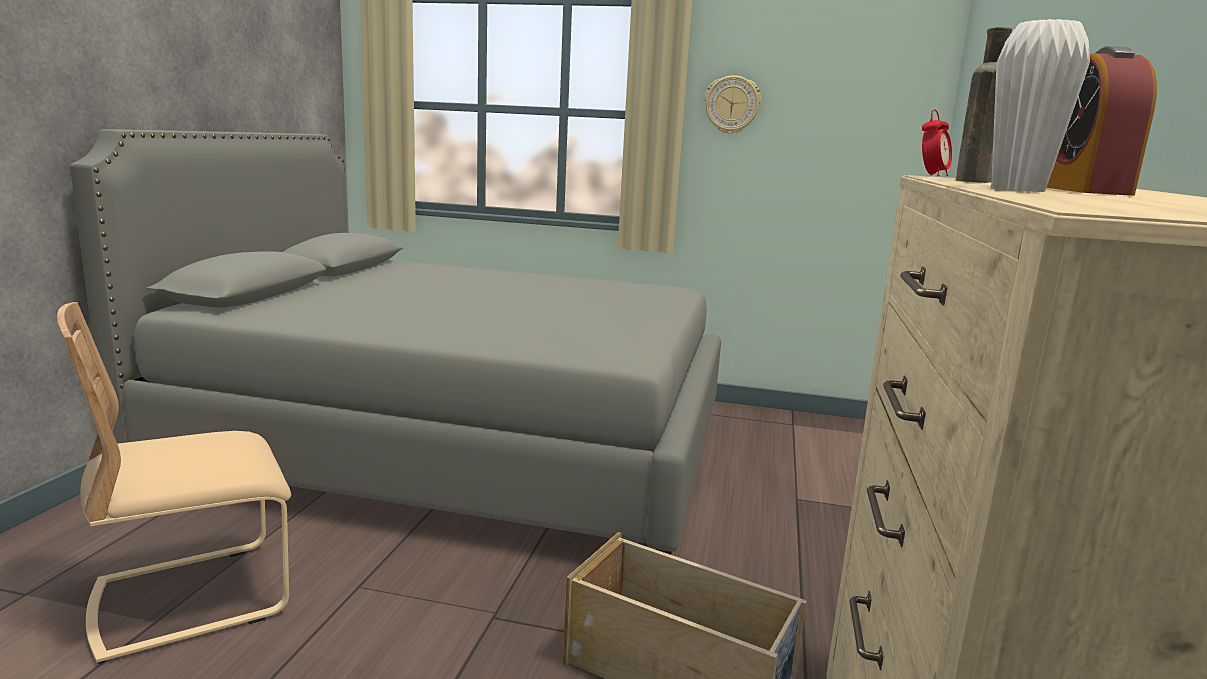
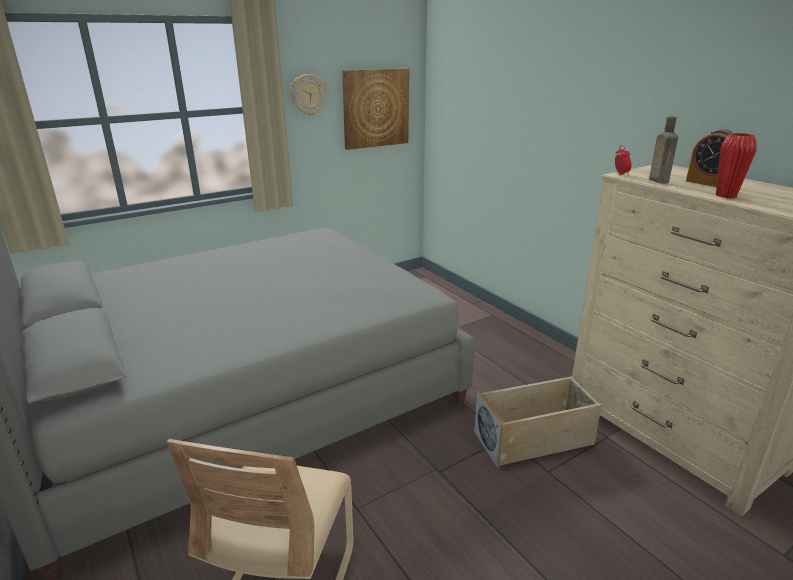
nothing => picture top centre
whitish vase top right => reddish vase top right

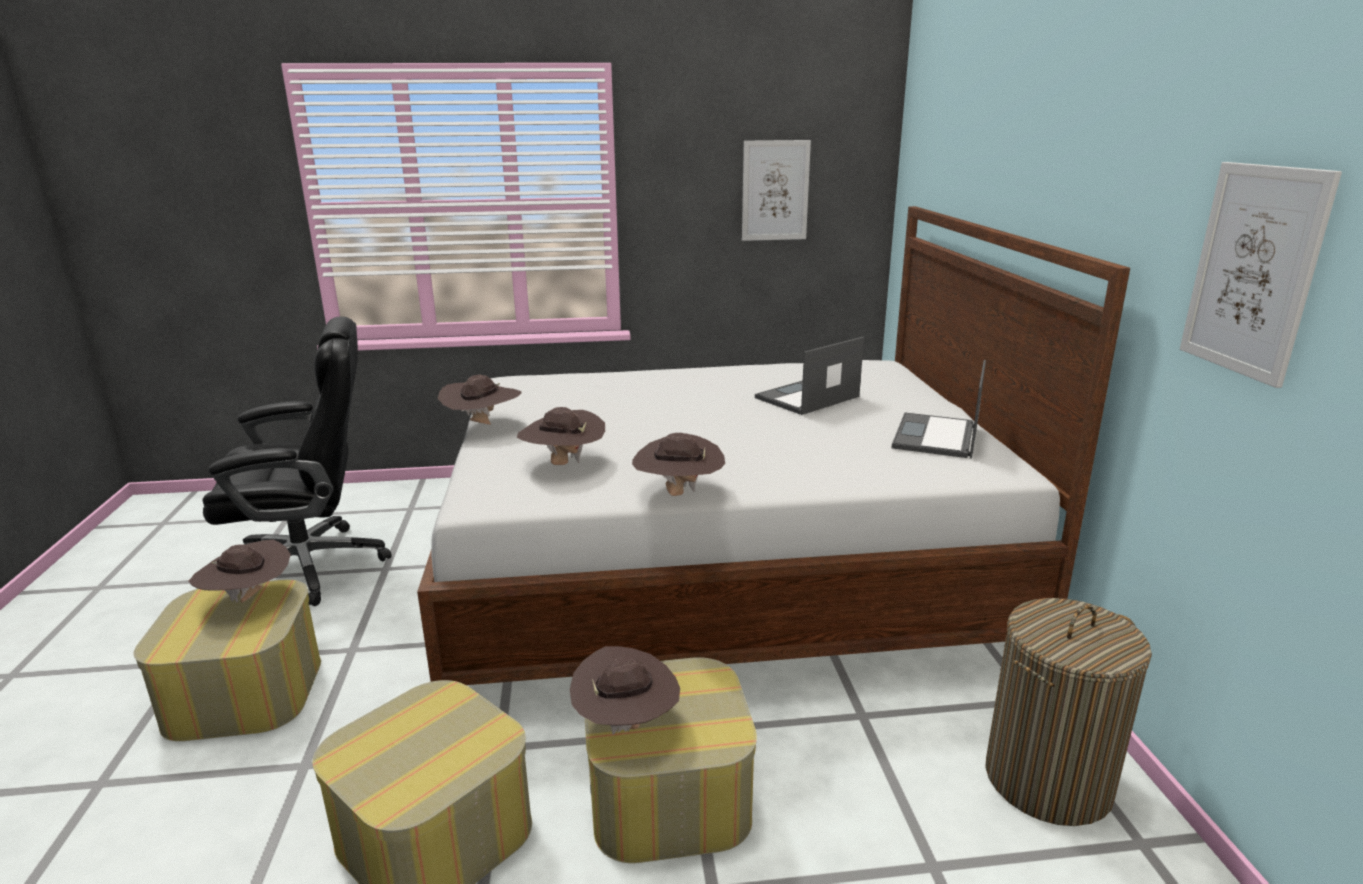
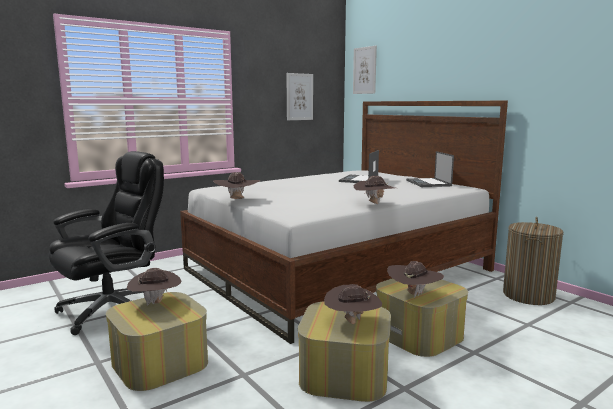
brown-coloured clothing hat (3rd from left) centre => brown-coloured clothing hat (3rd from left) bottom centre, move
picture (2nd from left) top right => picture (2nd from left) top centre, move

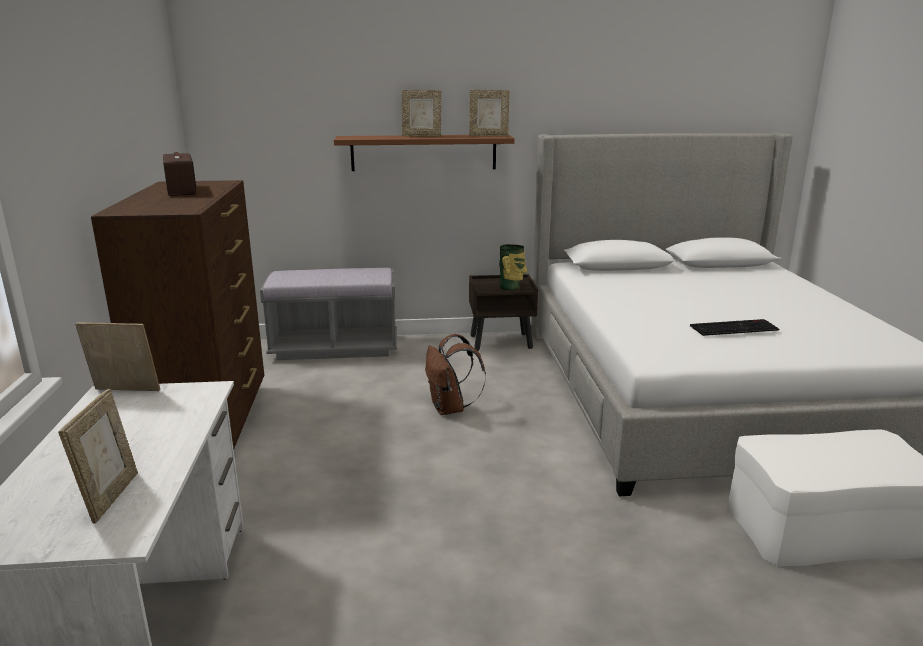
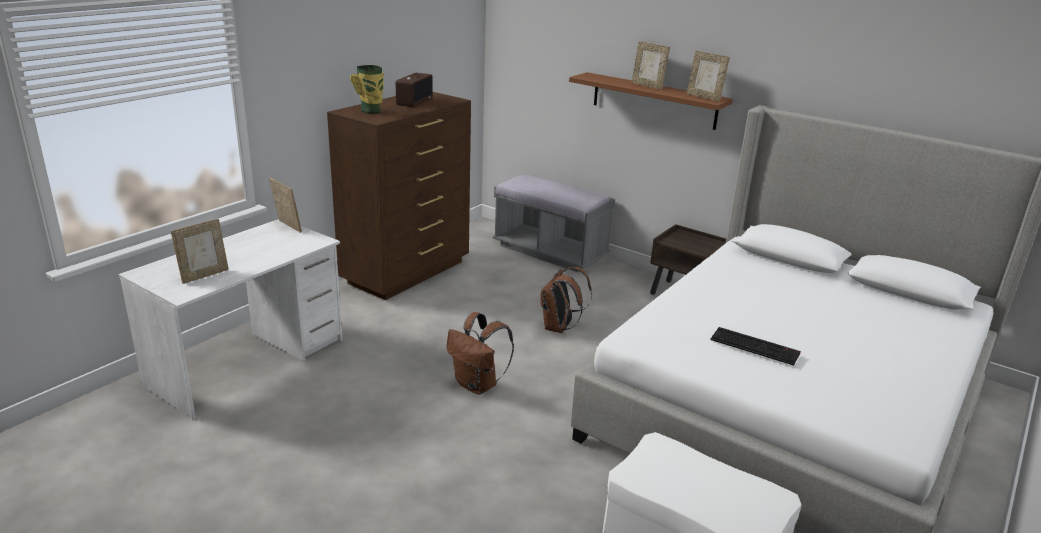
nothing => brown-coloured knapsack (1st from left) centre
vase centre => vase top centre, move

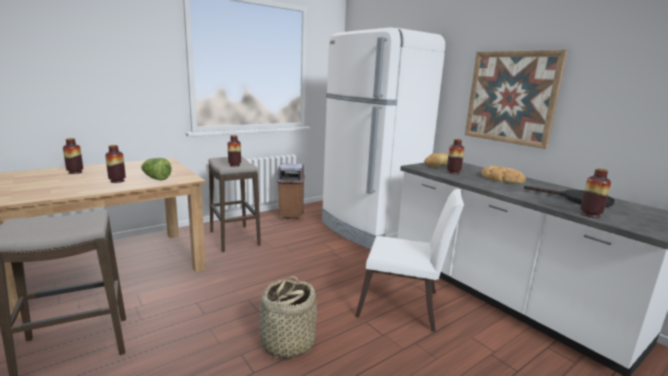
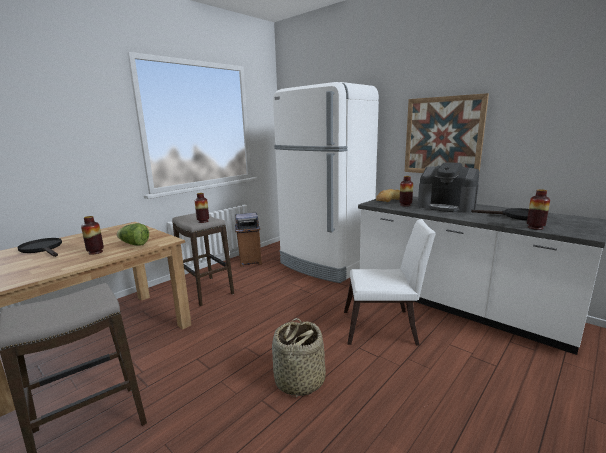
vase (1st from left) middle left => black-coloured frying pan (1st from left) middle left
bread (2nd from left) middle right => coffee maker middle right

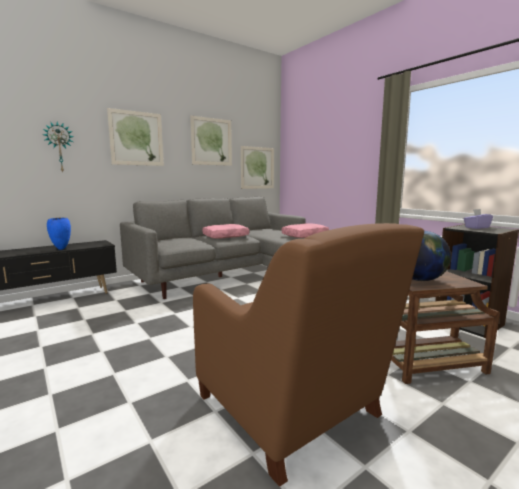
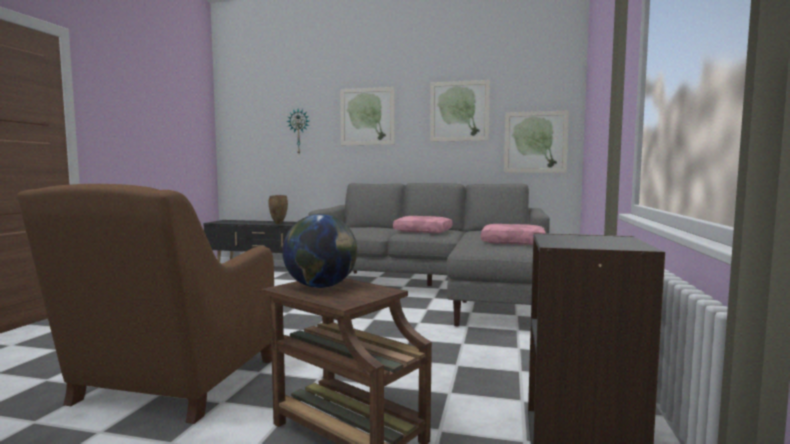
purplish tissue box middle right => nothing
bluish vase middle left => brown-coloured vase centre

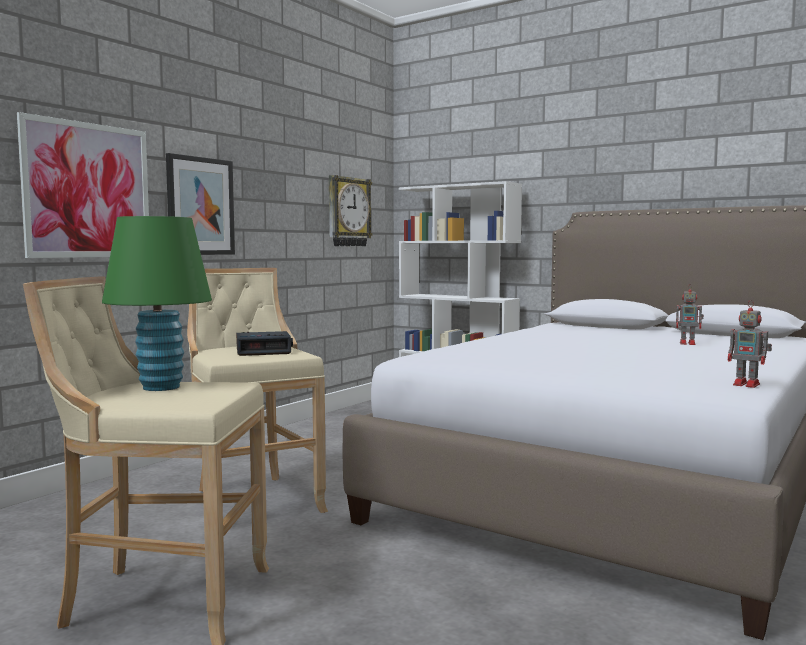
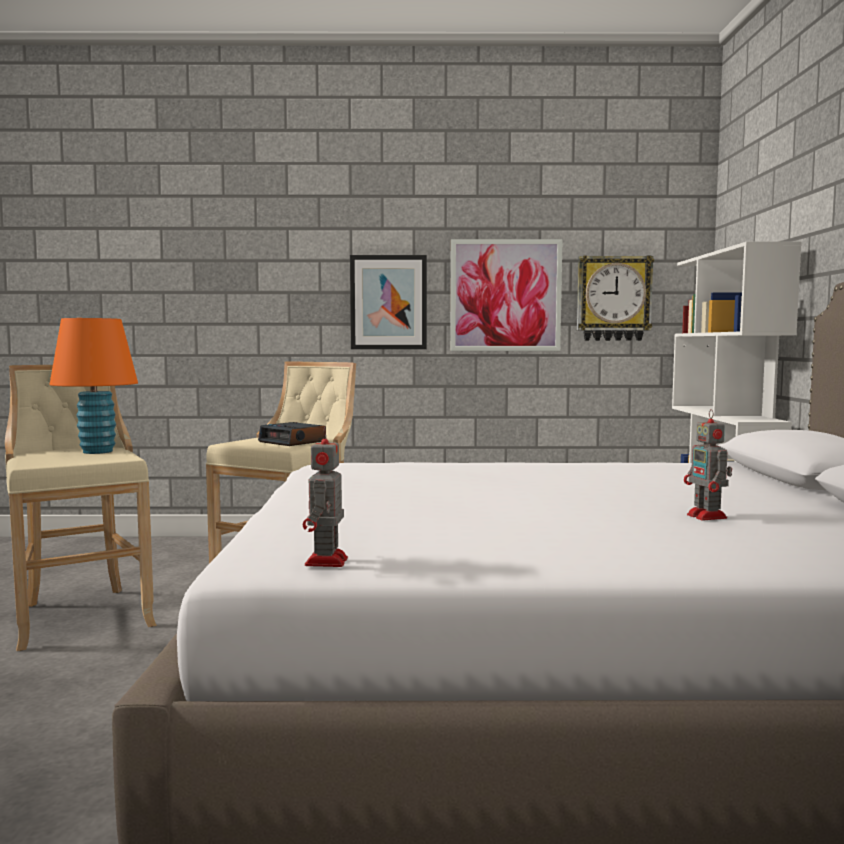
picture (1st from left in the first image) top left => picture (2nd from left) centre, move
green table lamp middle left => orange-coloured table lamp middle left

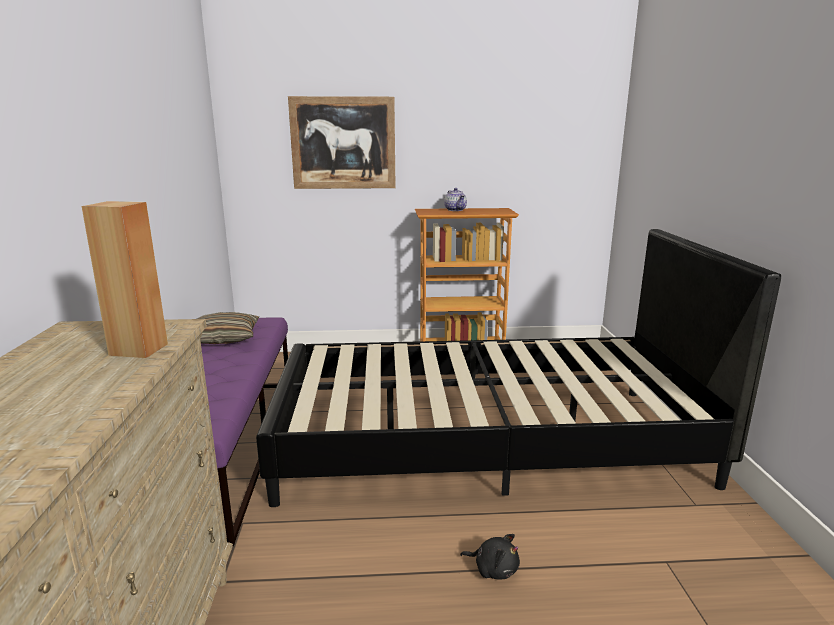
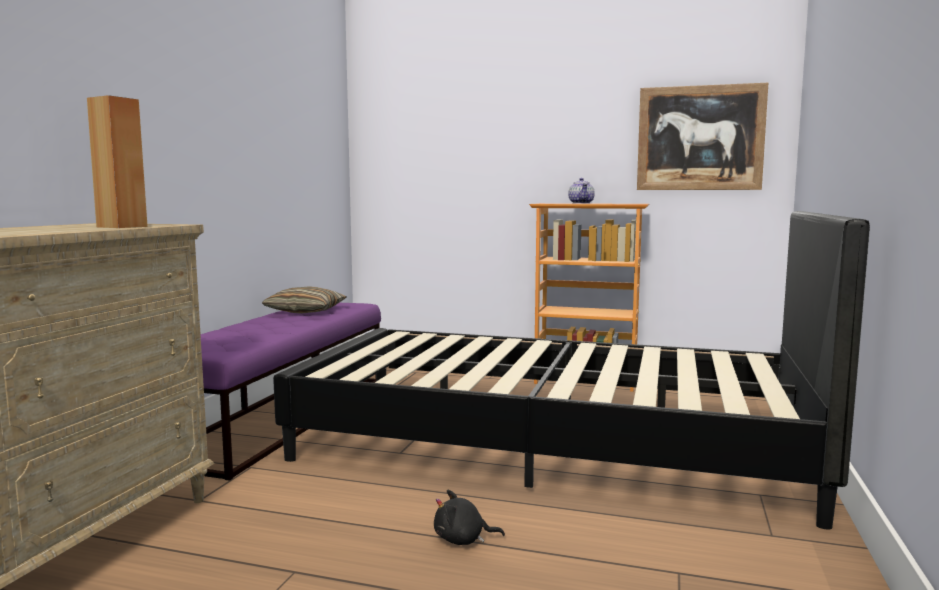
picture top centre => picture top right, move
black-coloured cuddly toy bottom centre, 135 degrees clockwise

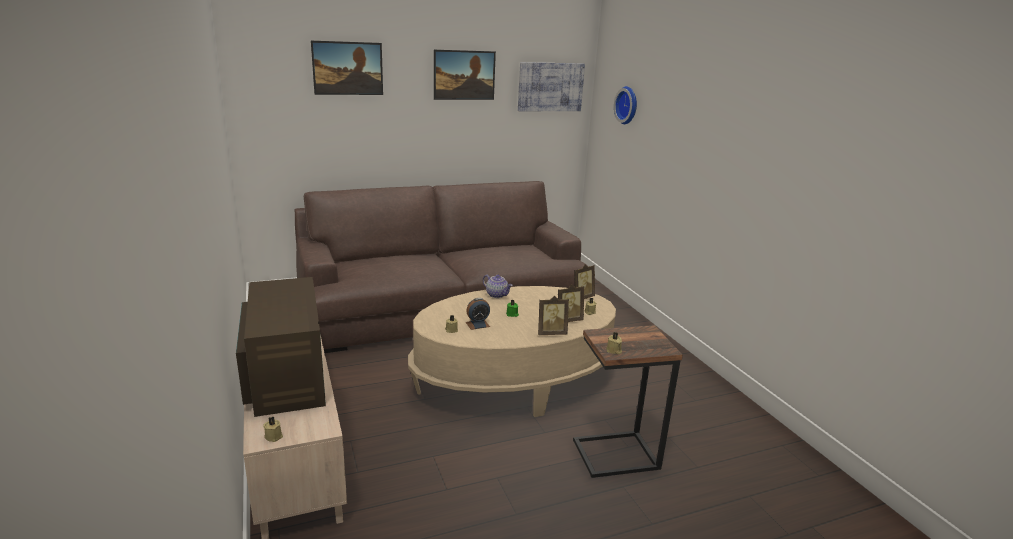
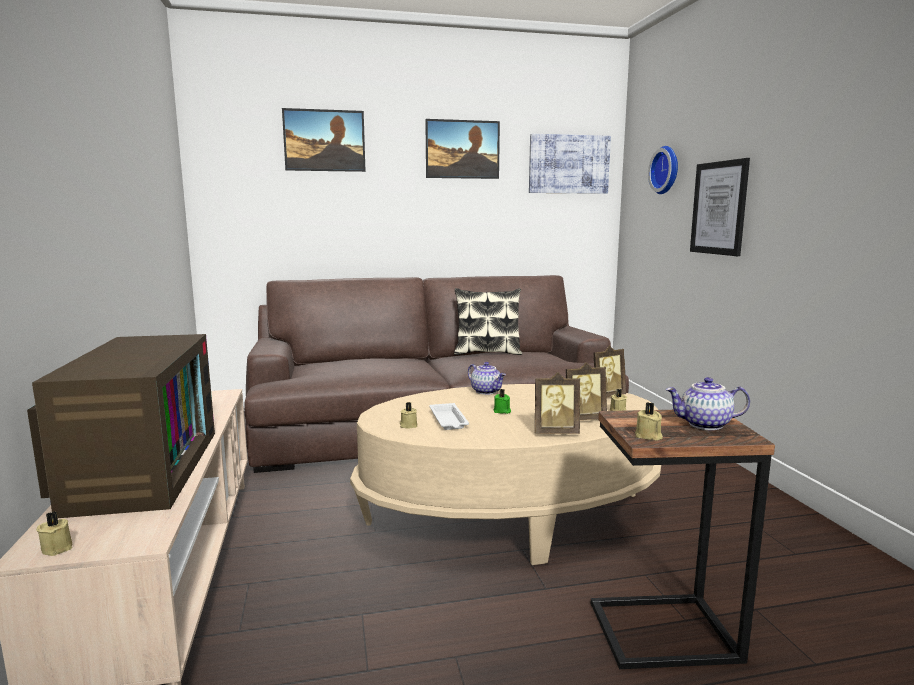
nothing => throw pillow centre
nothing => tea pot (2nd from left) middle right
nothing => picture (4th from left) top right
bedside clock centre => whitish serving tray centre

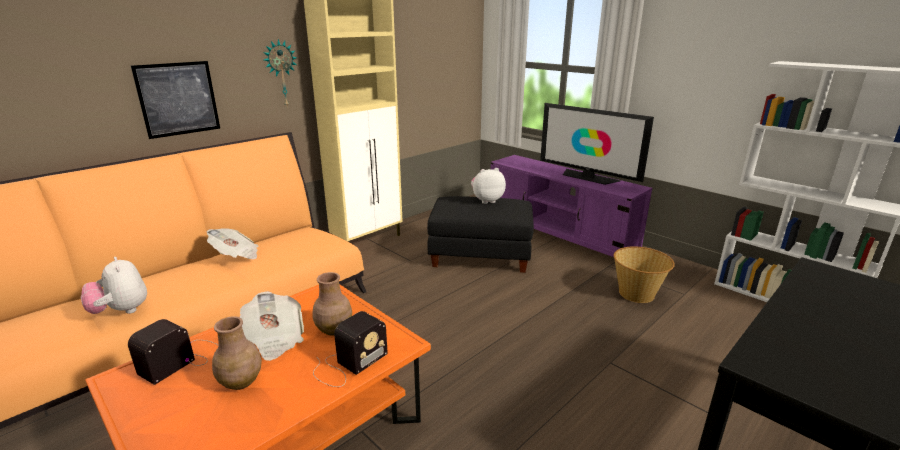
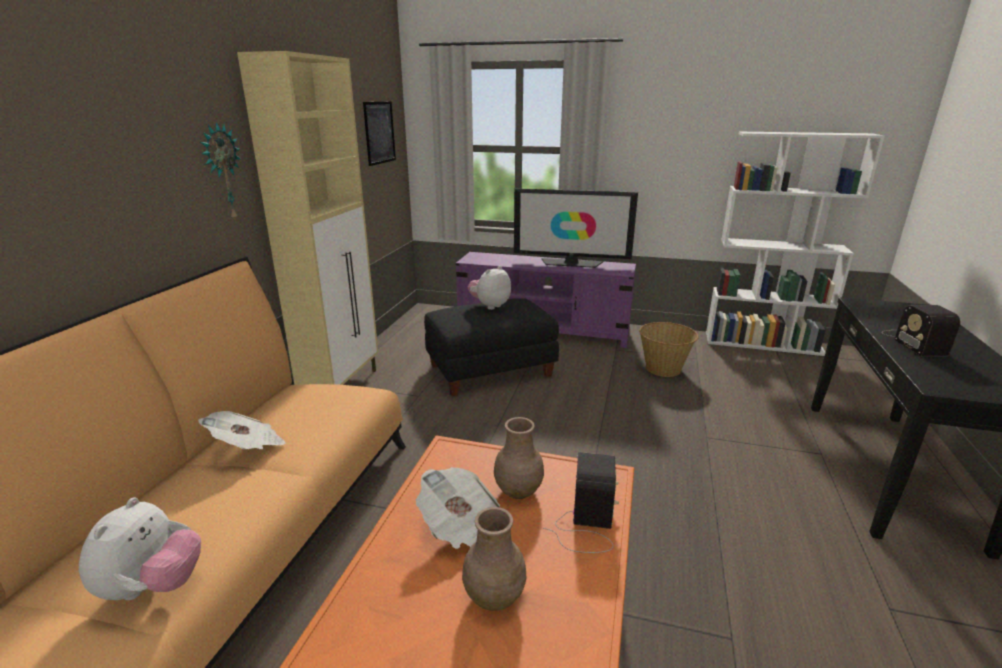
radio receiver (1st from left in the first image) bottom left => radio receiver (2nd from left) middle right, move
picture top left => picture top centre, move
cuddly toy (1st from left) middle left => cuddly toy (1st from left) bottom left, 105 degrees counterclockwise

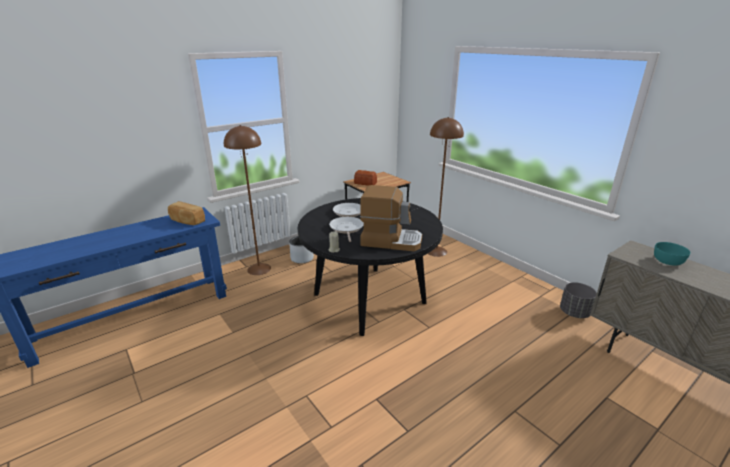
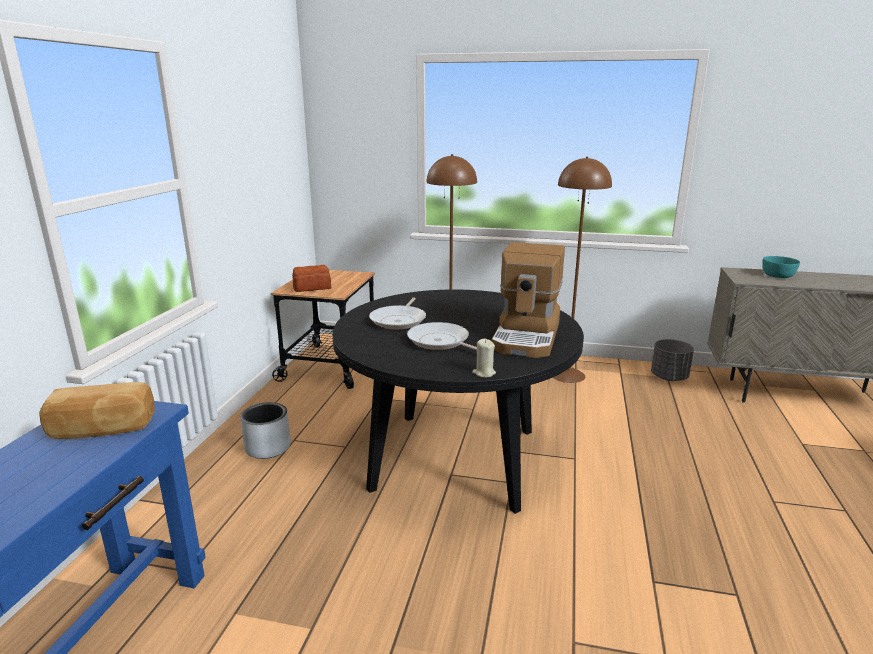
brown-coloured floor lamp (1st from left in the first image) centre => brown-coloured floor lamp (2nd from left) middle right, move
coffee maker centre, 135 degrees clockwise

